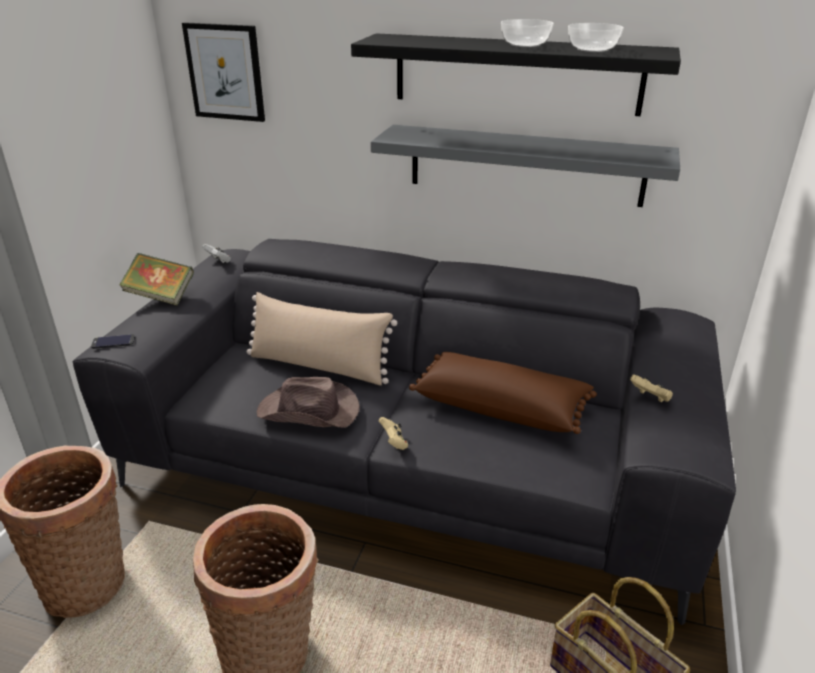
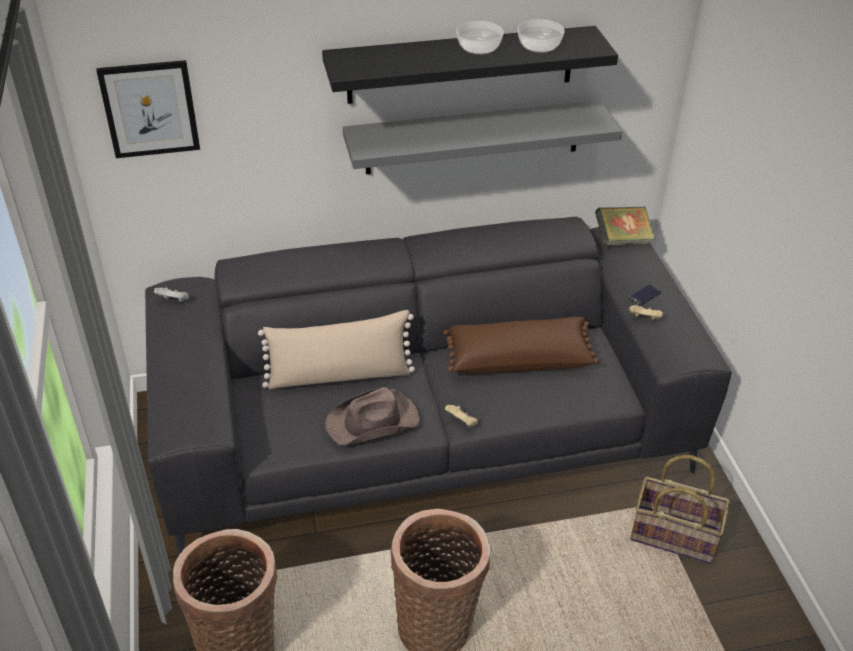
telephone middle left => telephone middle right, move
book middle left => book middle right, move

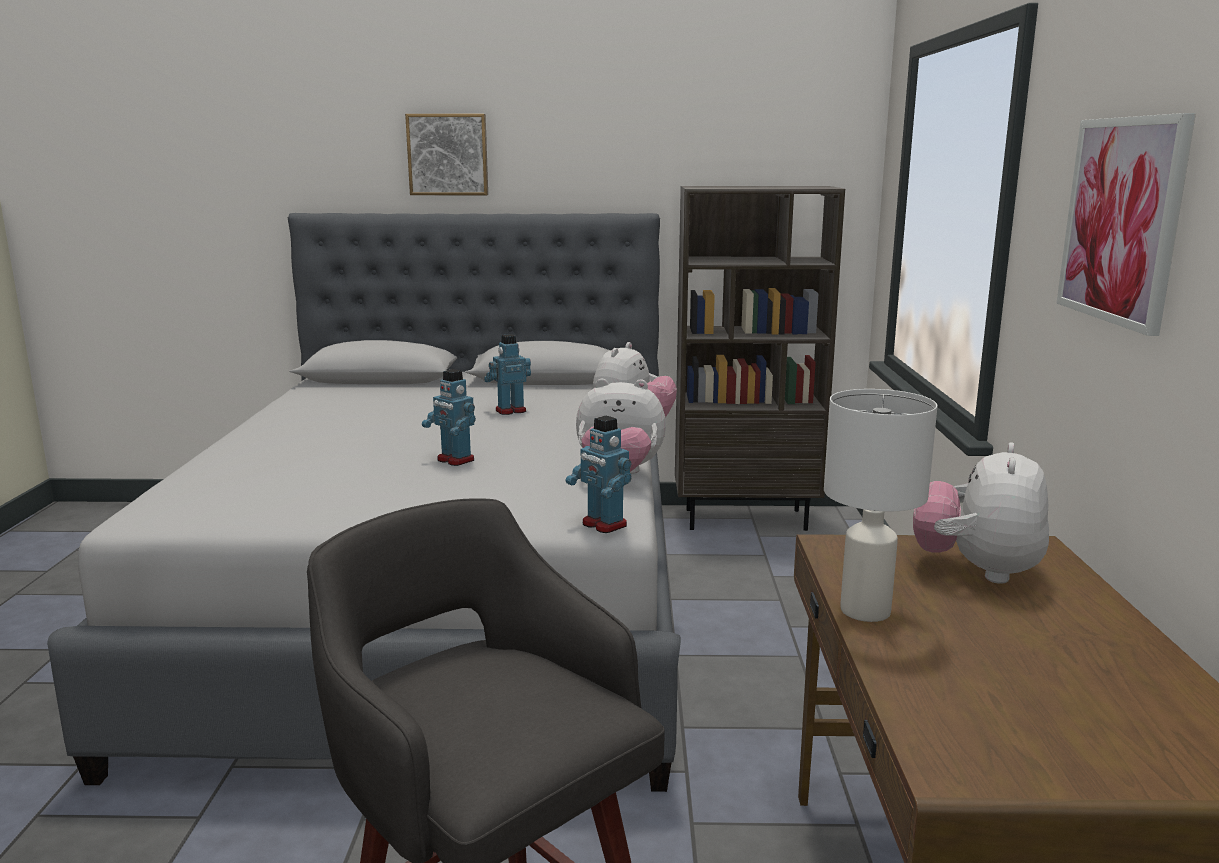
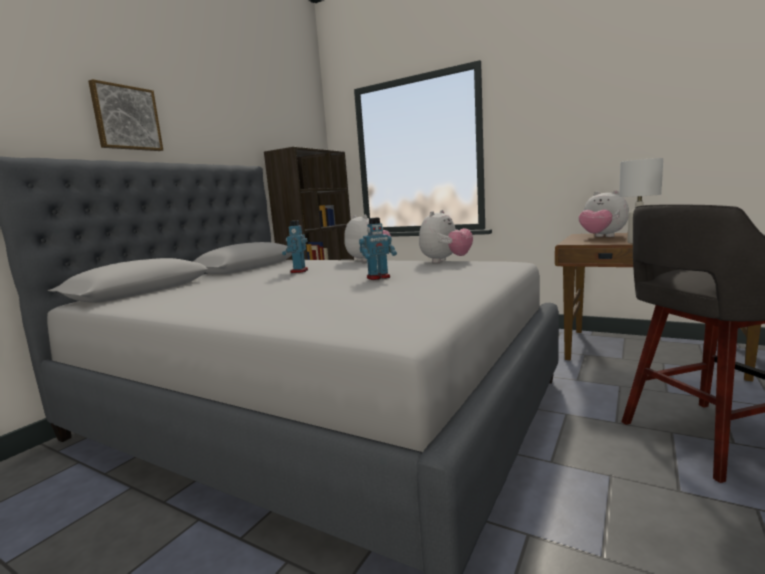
model robot (3rd from left) centre => nothing
picture (2nd from left) top right => nothing

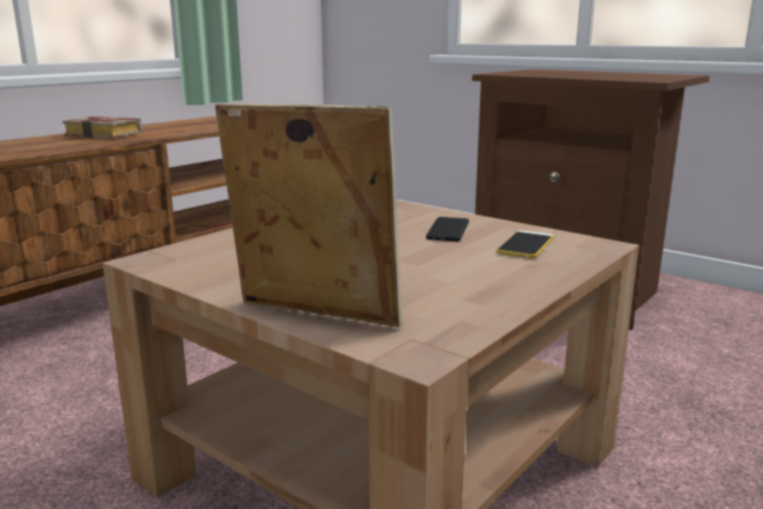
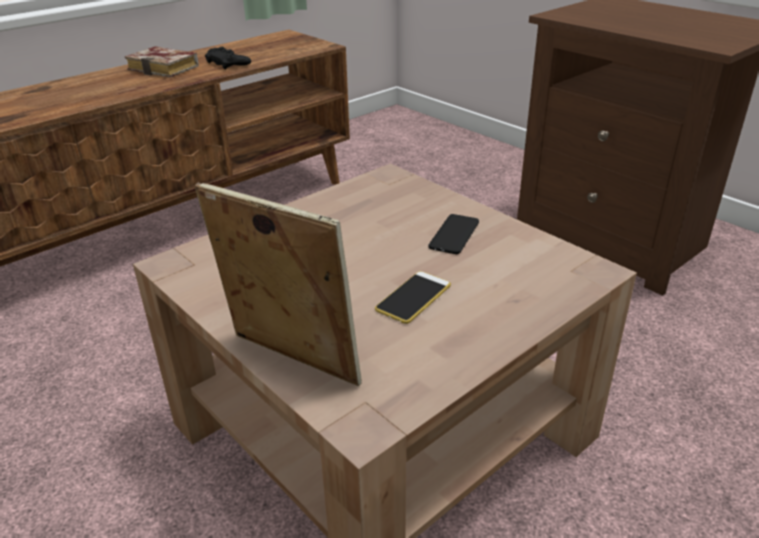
nothing => black-coloured gamepad top left
telephone (2nd from left in the first image) middle right => telephone (1st from left) centre, move

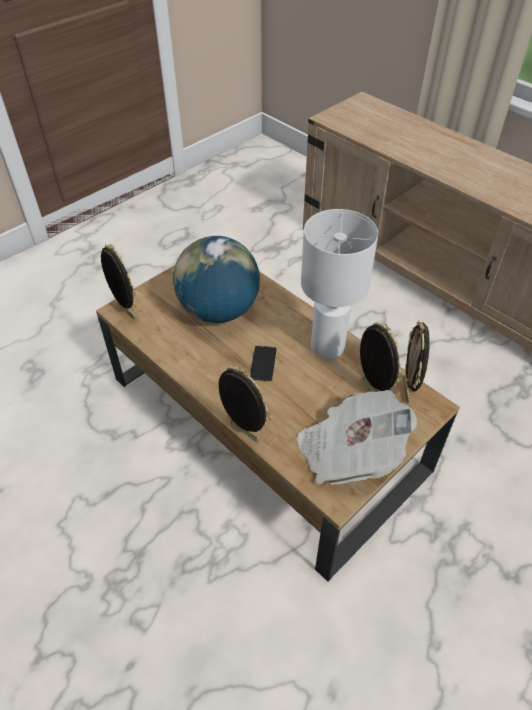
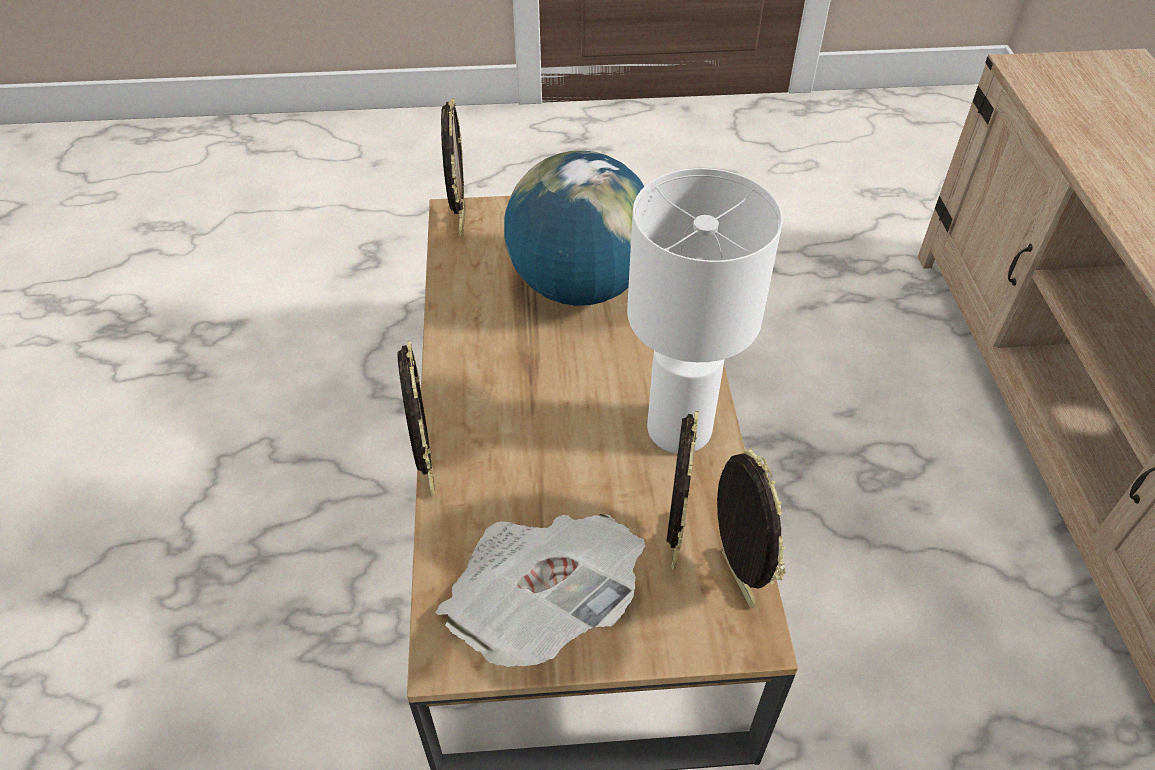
telephone centre => nothing
photo frame (4th from left) middle right => photo frame (4th from left) bottom centre, 120 degrees clockwise

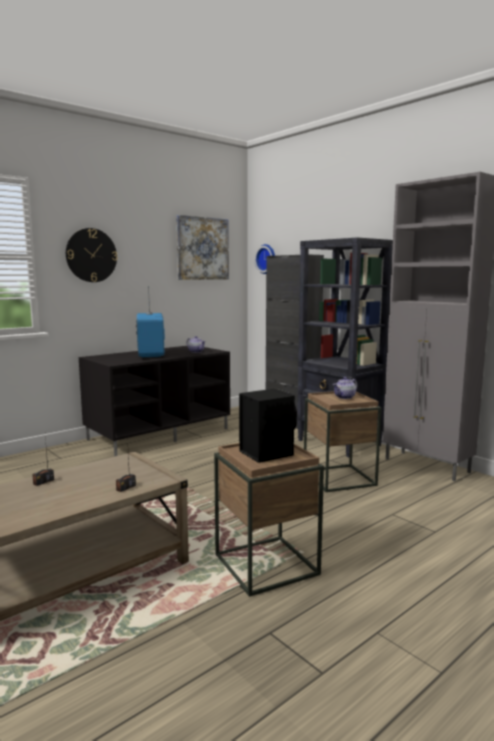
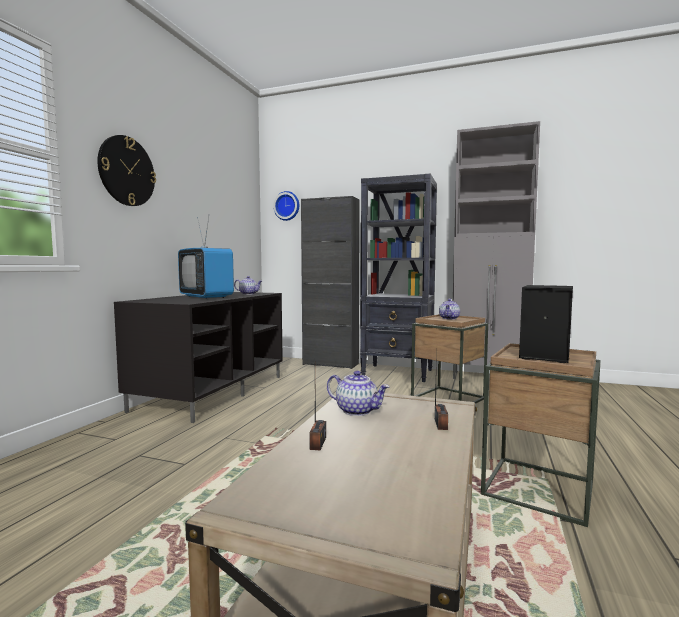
picture centre => nothing
nothing => tea pot (2nd from left) centre

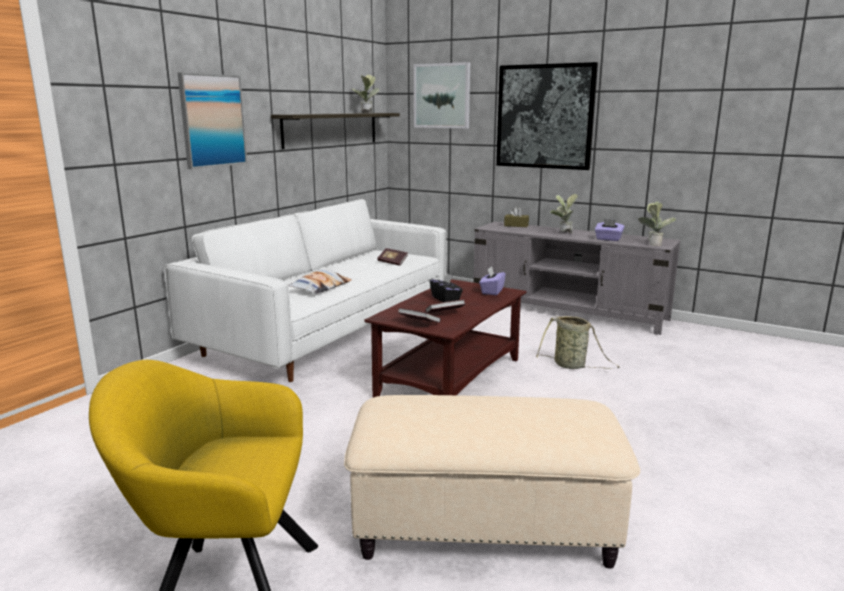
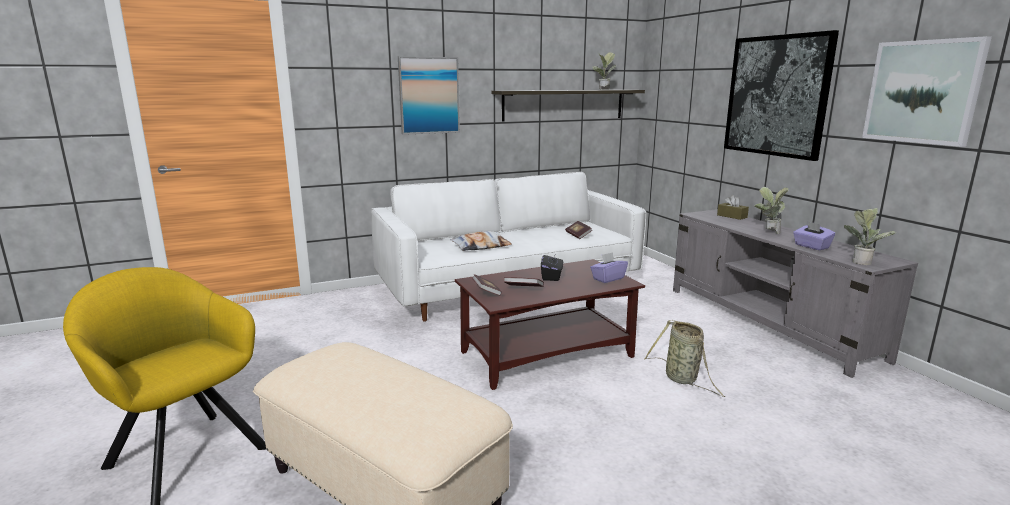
picture (2nd from left in the first image) top centre => picture (3rd from left) top right, move

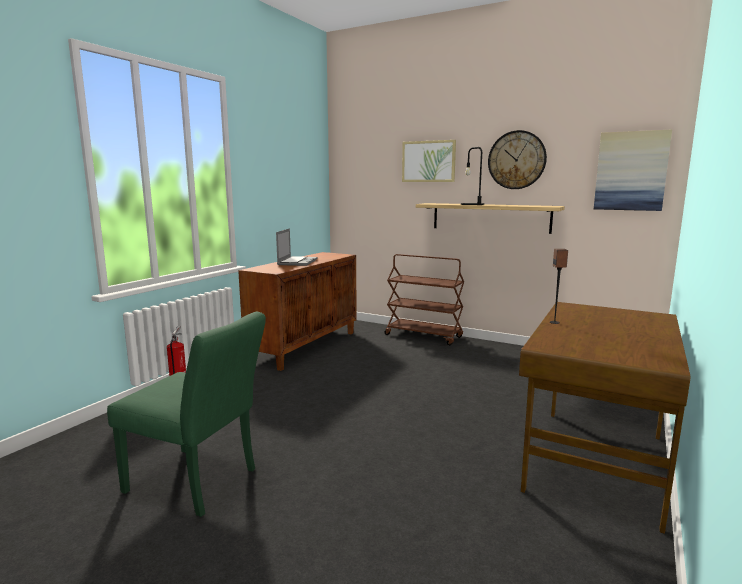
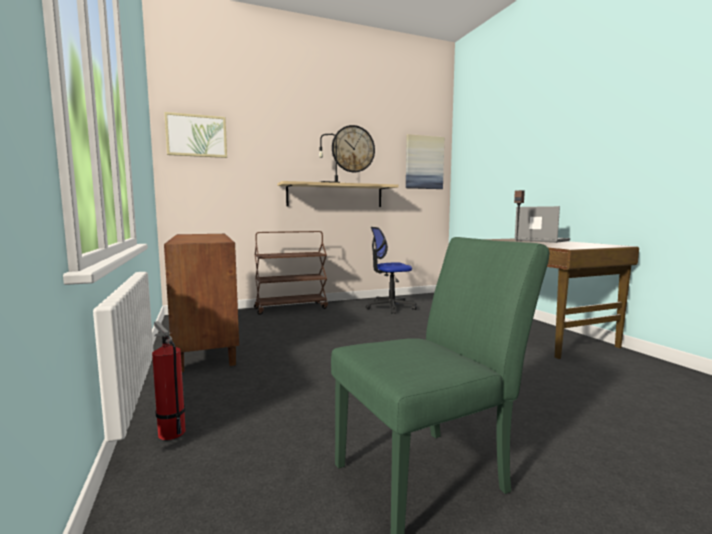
nothing => desk chair centre
portable computer centre => portable computer middle right, move
picture (1st from left) top centre => picture (1st from left) top left, move

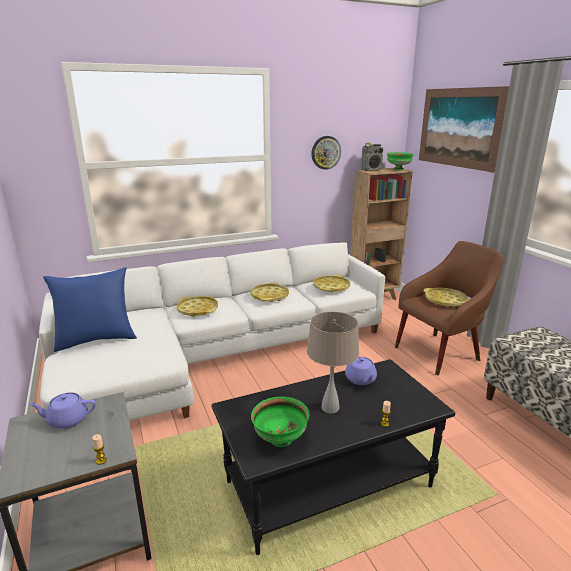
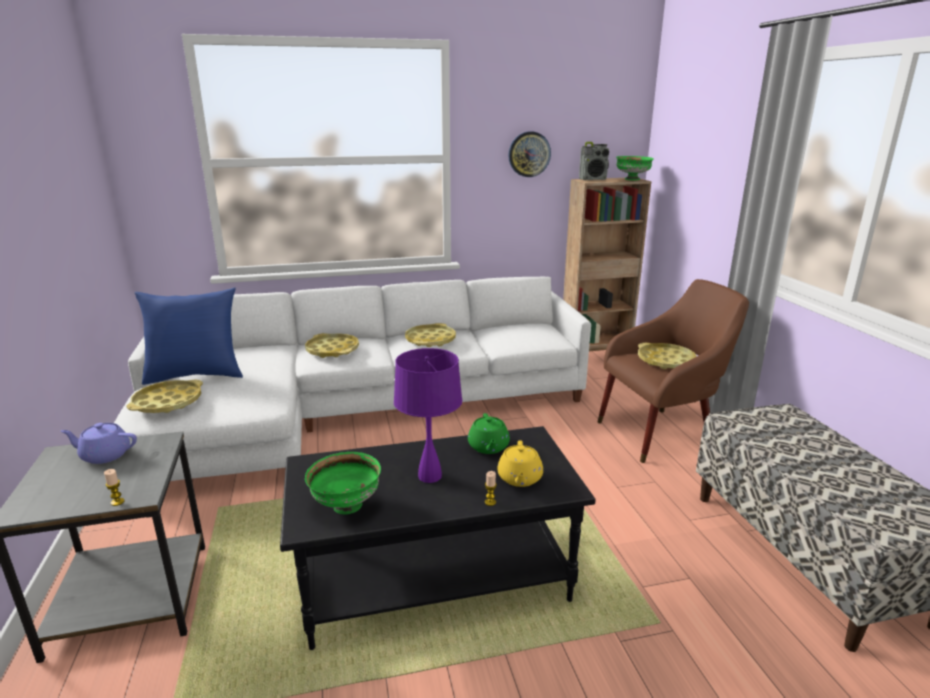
picture top right => nothing
nothing => yellow tea pot centre
yellow serving tray (3rd from left in the first image) centre => yellow serving tray (1st from left) middle left, move
beige-coloured table lamp centre => purplish table lamp centre
purplish tea pot (2nd from left) centre => green tea pot centre

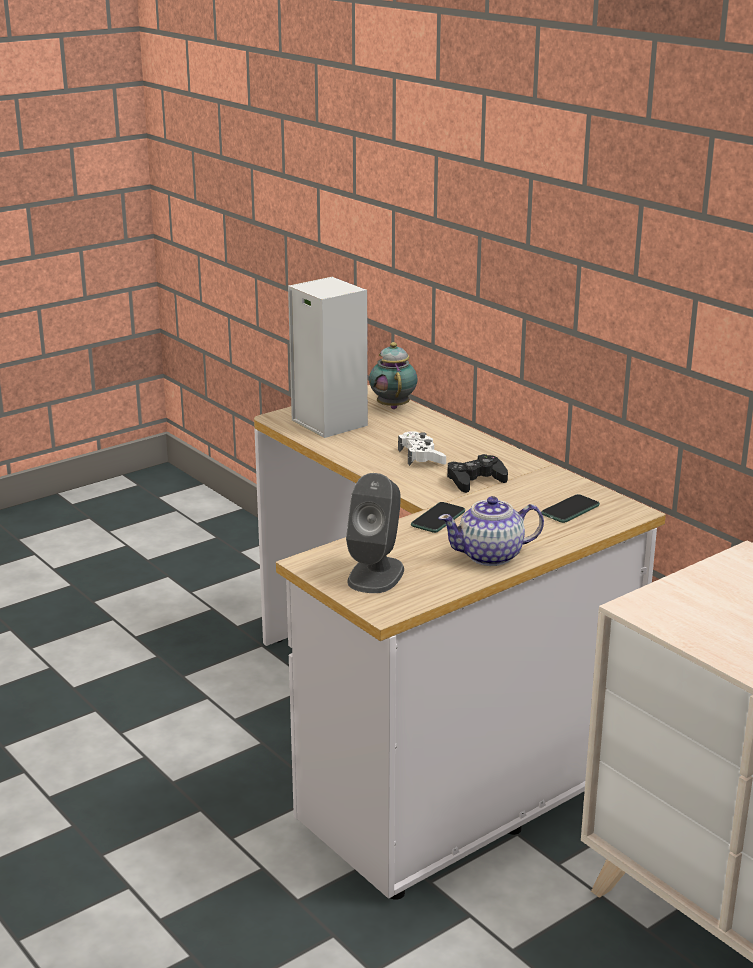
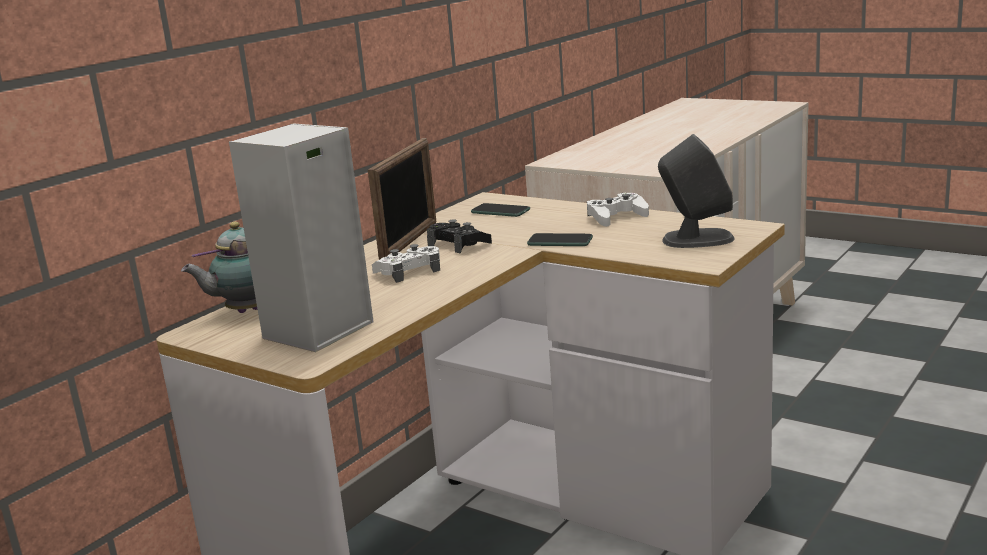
nothing => photo frame centre
tea pot (2nd from left) centre => whitish gamepad (2nd from left) centre

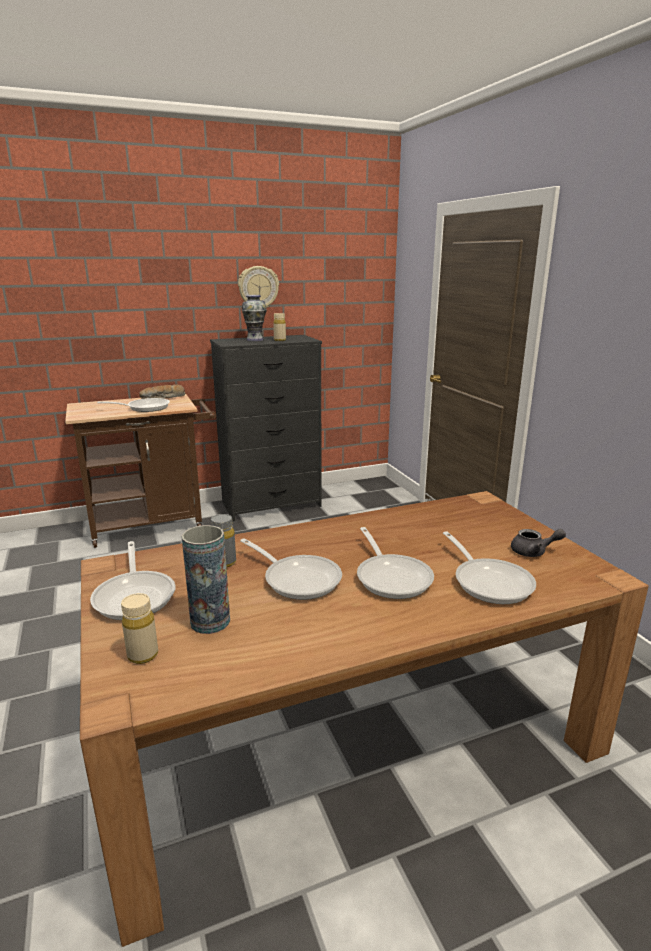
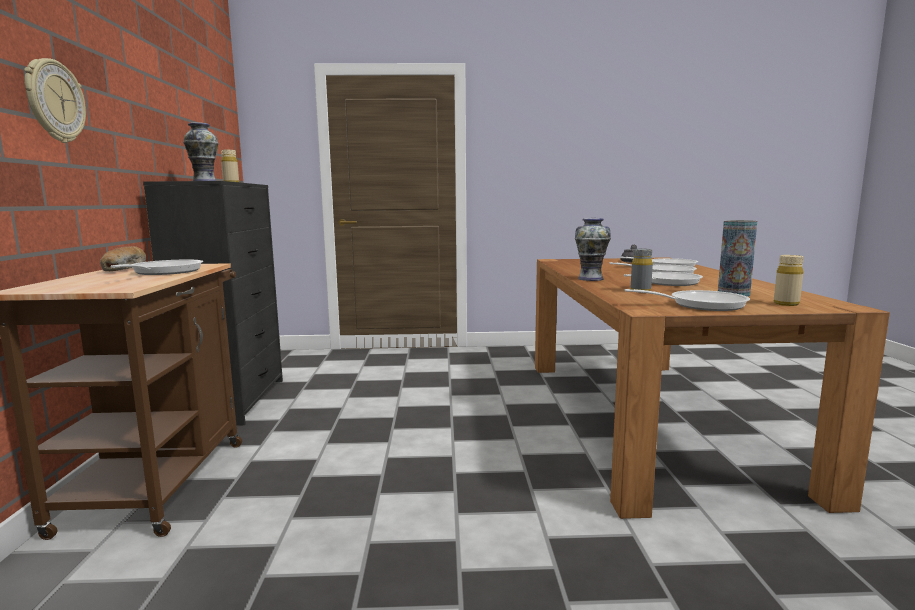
nothing => vase (2nd from left) centre
hanging clock top centre => hanging clock top left, move

